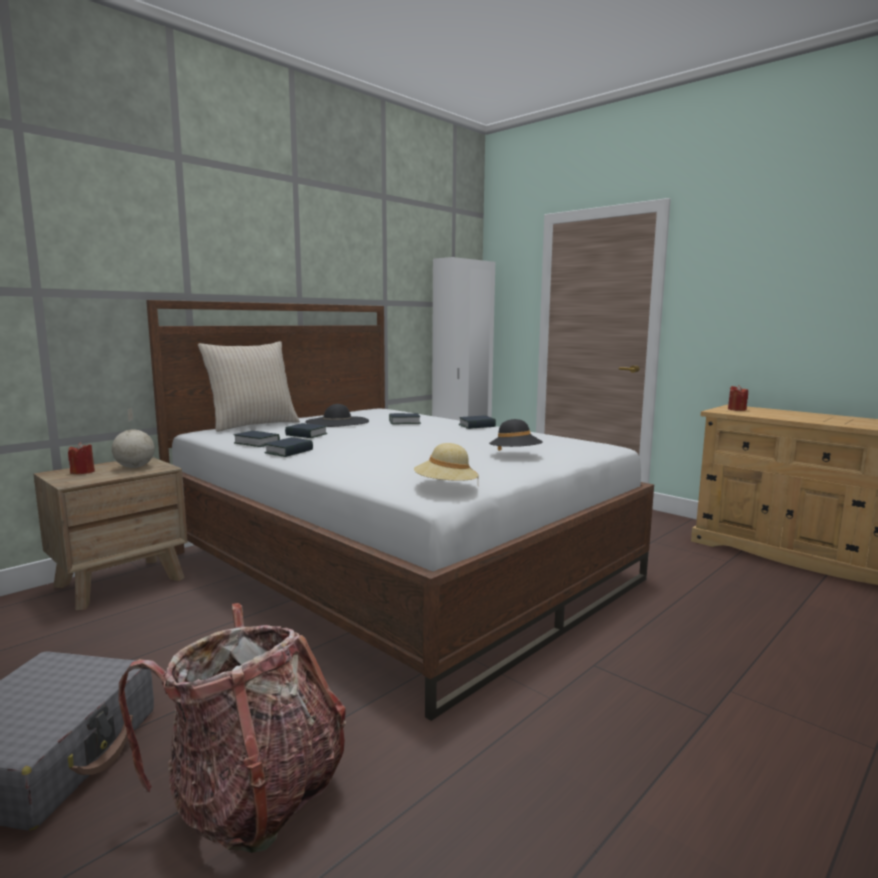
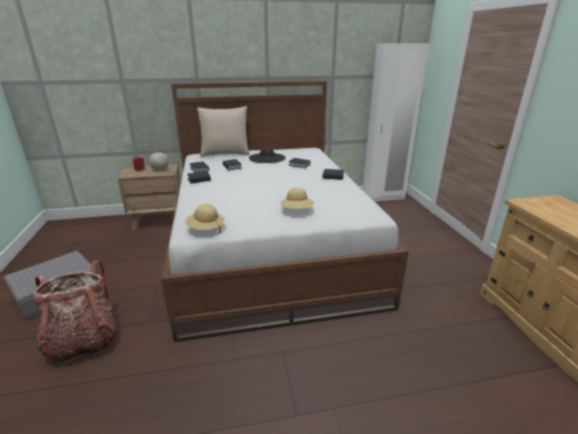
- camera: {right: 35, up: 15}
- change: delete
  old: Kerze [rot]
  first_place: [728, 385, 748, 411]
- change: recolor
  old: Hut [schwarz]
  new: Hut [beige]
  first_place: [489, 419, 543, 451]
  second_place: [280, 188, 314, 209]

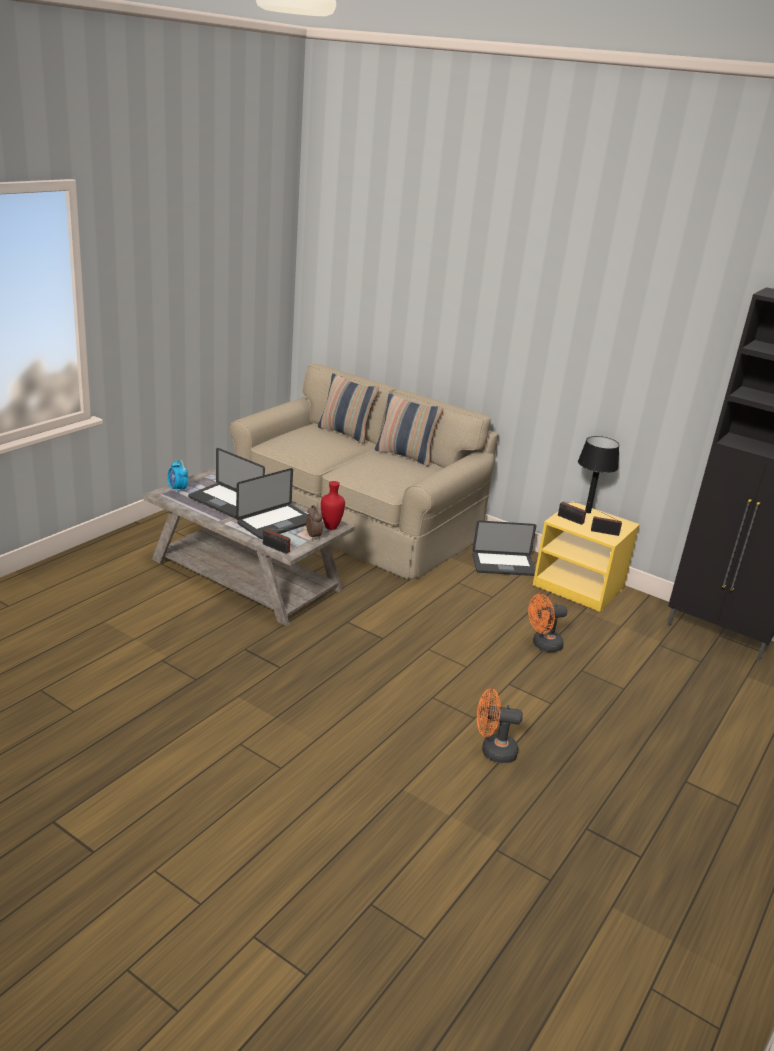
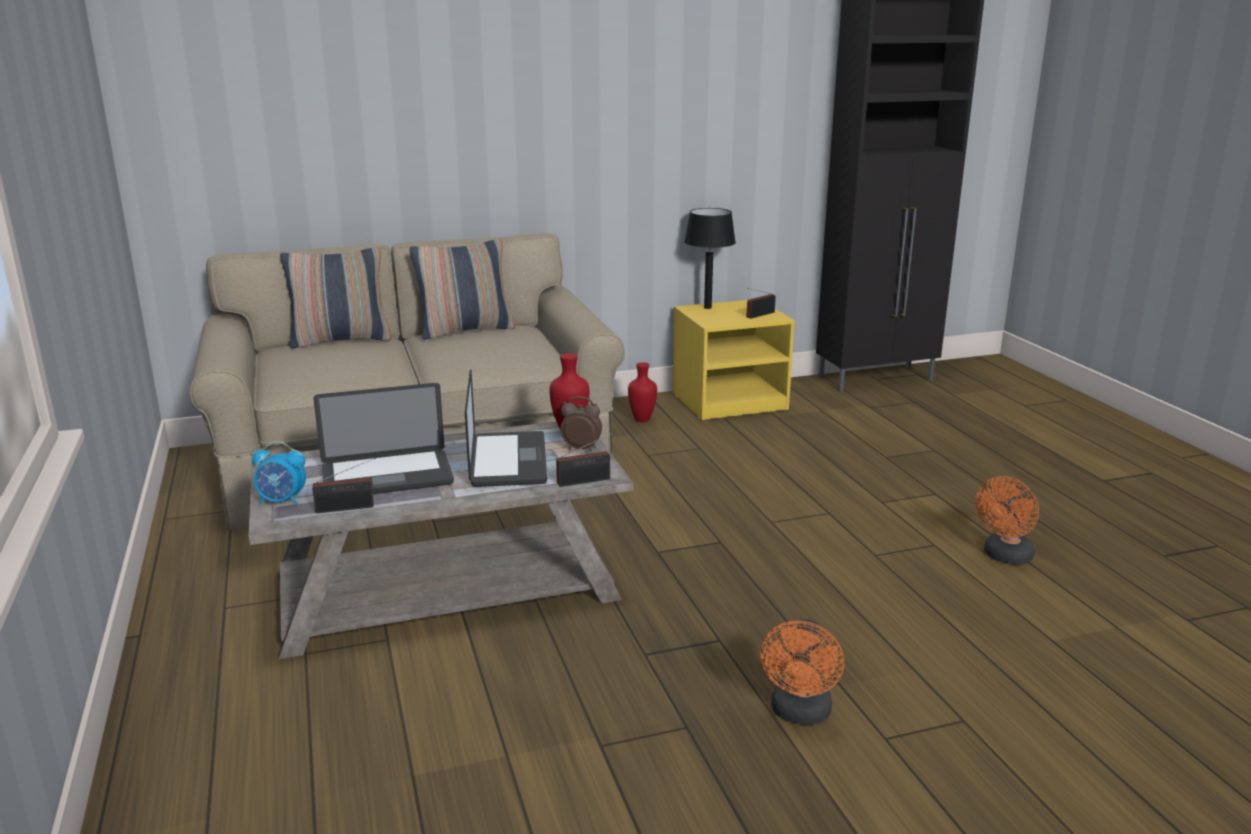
- camera: {right: -50, up: -5}
- change: move
  old: Ventilator [orange]
  first_place: [528, 594, 568, 652]
  second_place: [760, 619, 844, 724]
- change: move
  old: Radio
  first_place: [558, 502, 586, 525]
  second_place: [312, 458, 376, 513]
- change: replace
  old: Laptop
  new: Vase [rot]
  first_place: [472, 520, 537, 576]
  second_place: [628, 362, 657, 422]

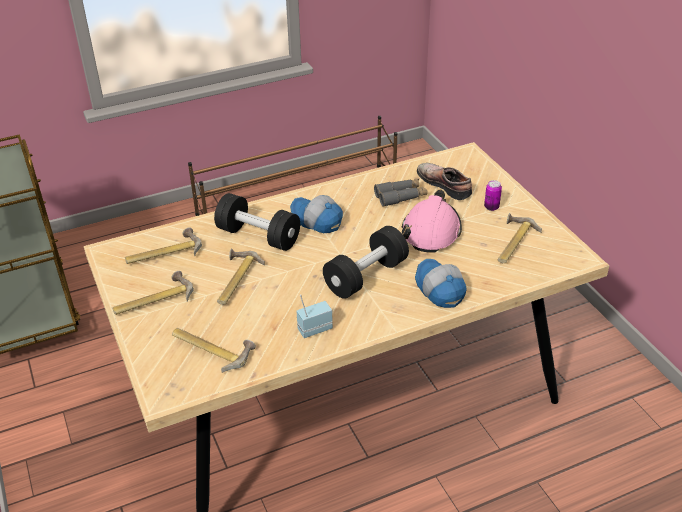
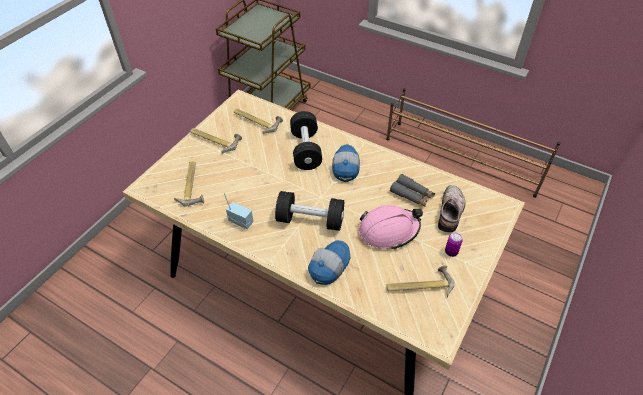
- camera: {right: 55, up: 10}
- change: delete
  old: Hammer
  first_place: [217, 248, 265, 305]

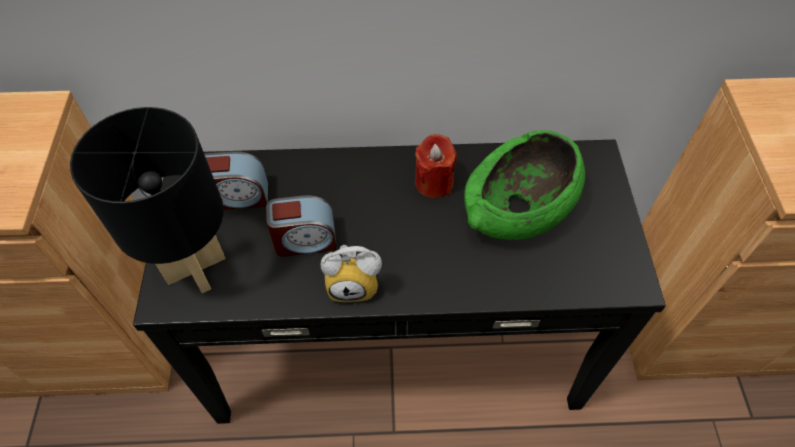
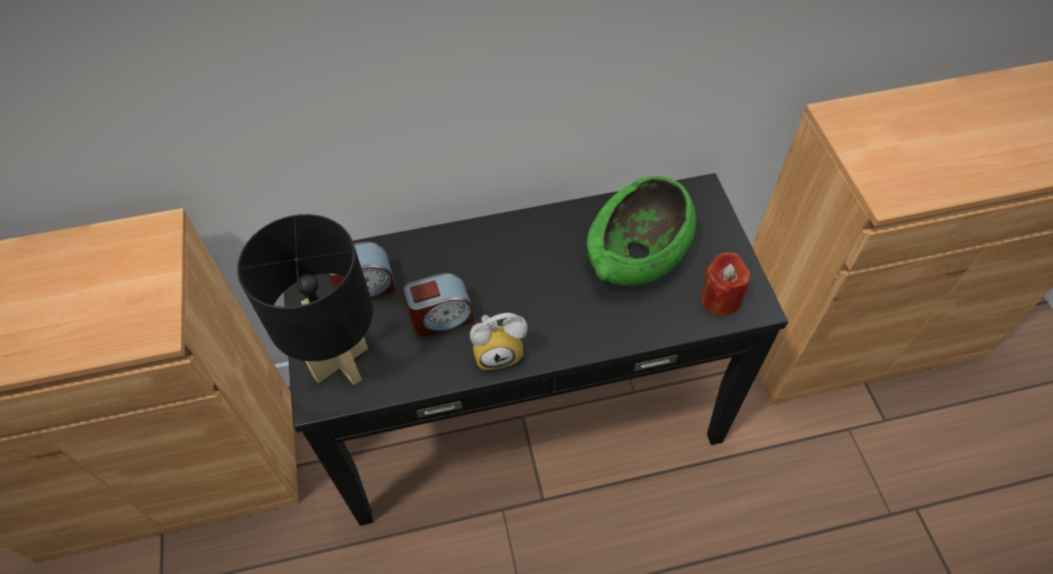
- camera: {right: -10, up: 0}
- change: move
  old: Kerze [rot]
  first_place: [415, 134, 457, 198]
  second_place: [700, 252, 750, 316]

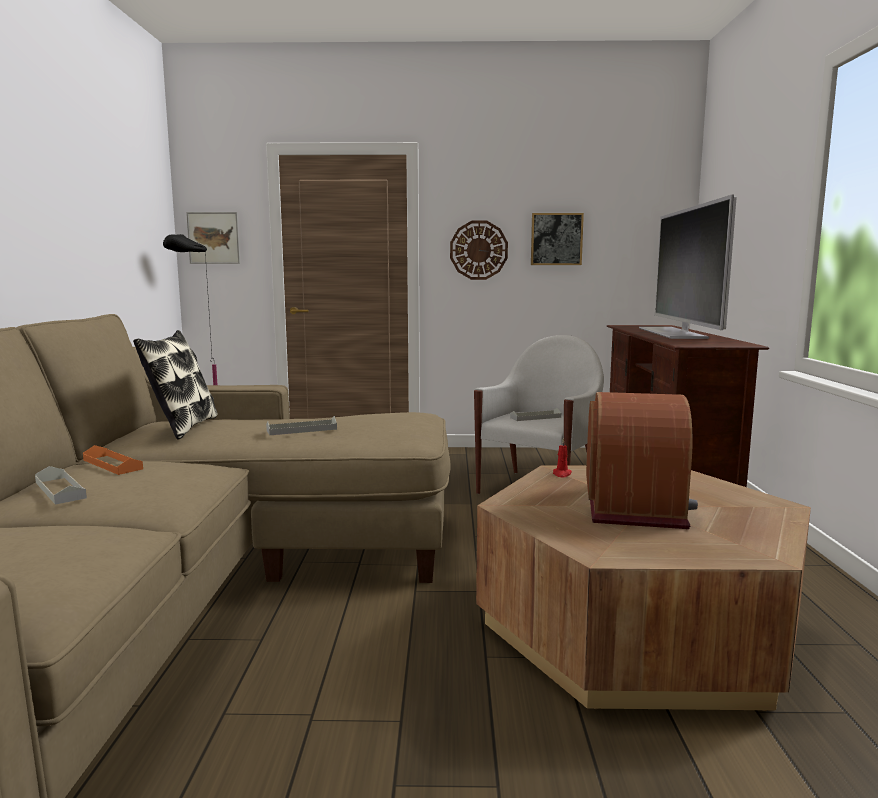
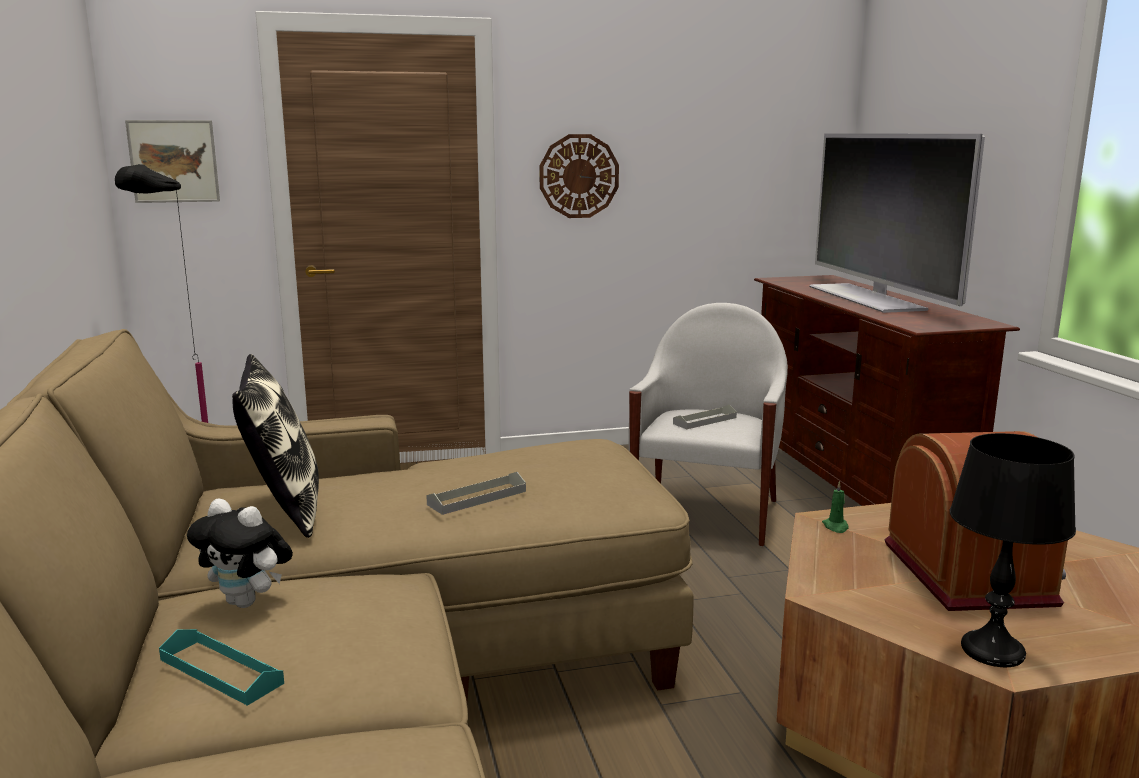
- camera: {right: -15, up: 5}
- change: delete
  old: Bild
  first_place: [531, 213, 584, 265]
- change: insert
  new: Tischlampe [schwarz]
  second_place: [950, 433, 1076, 667]
- change: replace
  old: Tablett [orange]
  new: Plüschtier
  first_place: [83, 445, 143, 475]
  second_place: [187, 498, 293, 608]
- change: recolor
  old: Tablett [grau]
  new: Tablett [türkis]
  first_place: [35, 466, 87, 504]
  second_place: [159, 629, 284, 706]
- change: recolor
  old: Kerze [rot]
  new: Kerze [grün]
  first_place: [553, 438, 572, 477]
  second_place: [822, 481, 849, 533]

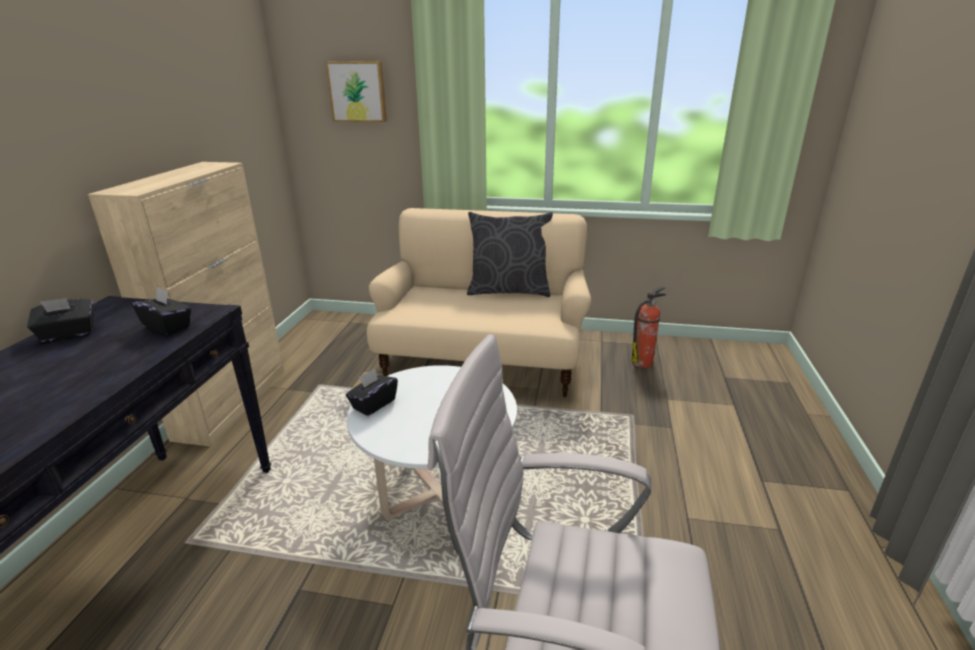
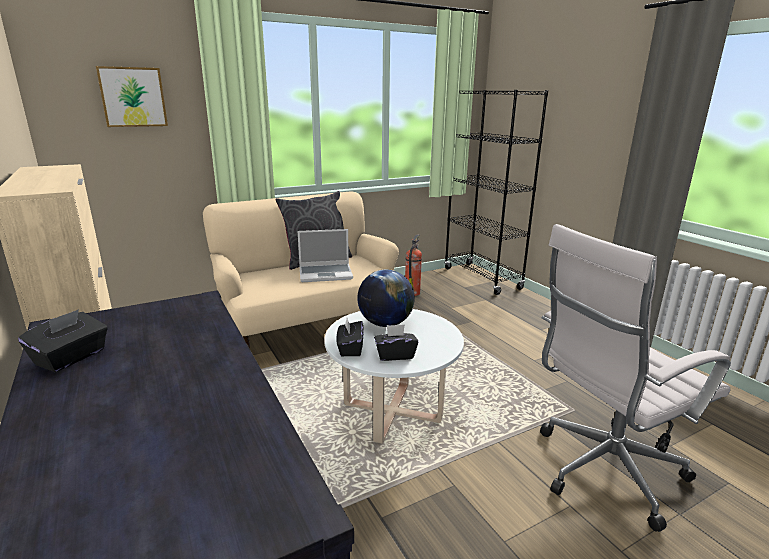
- camera: {right: -40, up: -5}
- change: insert
  new: Laptop
  second_place: [298, 229, 353, 282]
- change: insert
  new: Globus
  second_place: [357, 269, 415, 327]
- change: insert
  new: Bücherregal [schwarz]
  second_place: [444, 90, 548, 295]
- change: move
  old: Taschentuchbox [schwarz]
  first_place: [132, 287, 191, 335]
  second_place: [374, 325, 418, 361]

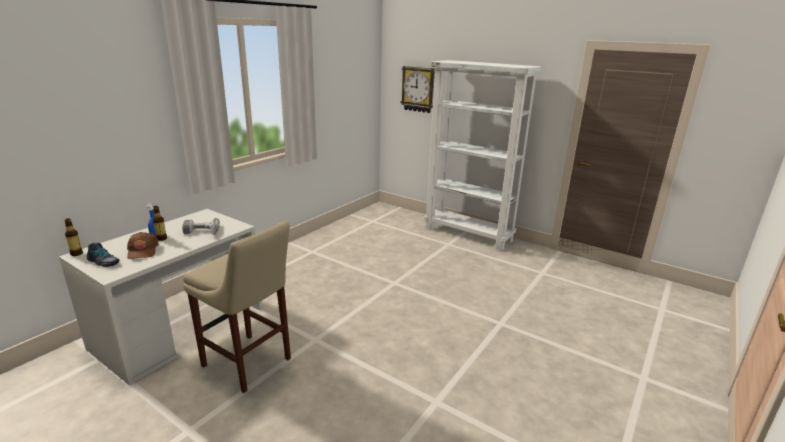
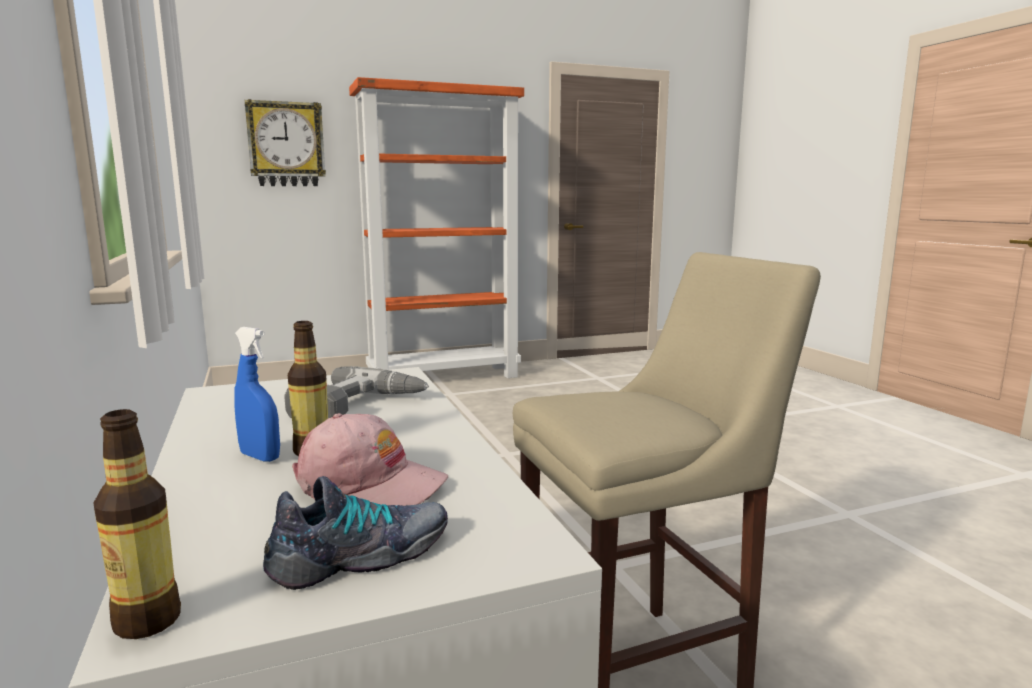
- camera: {right: -55, up: -10}
- change: recolor
  old: Kappe [braun]
  new: Kappe [rosa]
  first_place: [127, 232, 159, 259]
  second_place: [292, 413, 448, 506]
- change: recolor
  old: Bücherregal [weiß]
  new: Bücherregal [orange]
  first_place: [424, 60, 542, 251]
  second_place: [349, 77, 524, 378]

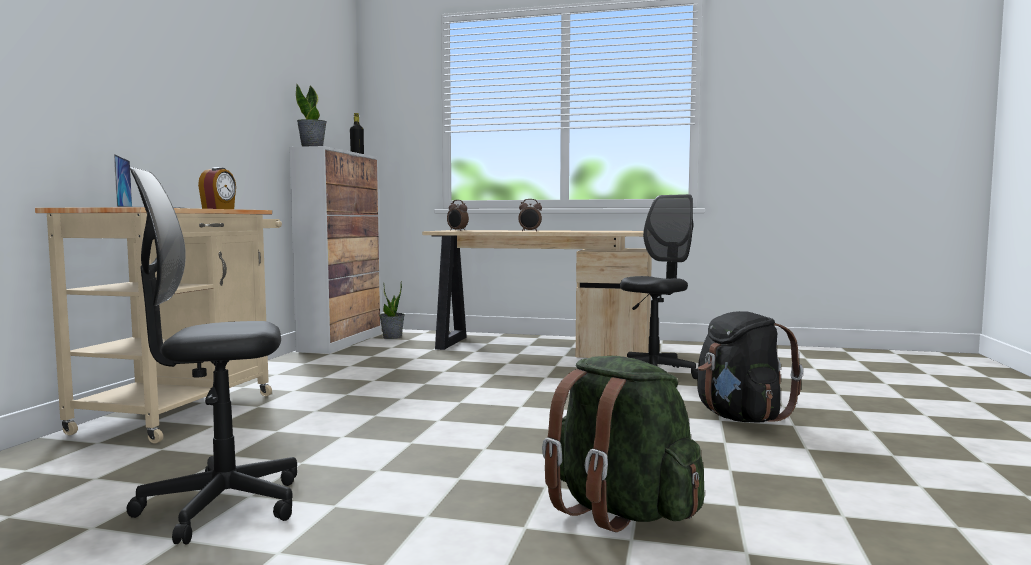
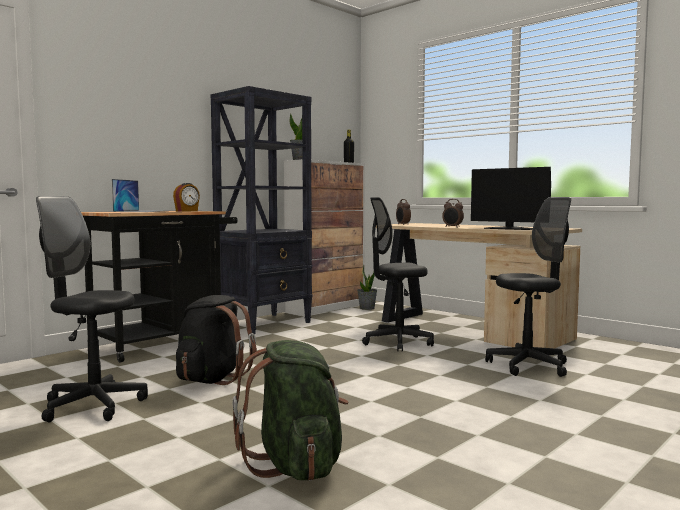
- camera: {right: 30, up: 0}
- change: insert
  new: Bücherregal [schwarz]
  second_place: [211, 86, 312, 334]
- change: insert
  new: Bürostuhl [schwarz]
  second_place: [362, 197, 434, 352]
- change: insert
  new: Monitor
  second_place: [471, 167, 551, 230]
- change: move
  old: Rucksack [schwarz]
  first_place: [697, 311, 803, 423]
  second_place: [176, 295, 257, 385]
- change: recolor
  old: Rollwagen [beige]
  new: Rollwagen [schwarz]
  first_place: [35, 207, 282, 444]
  second_place: [81, 211, 238, 362]

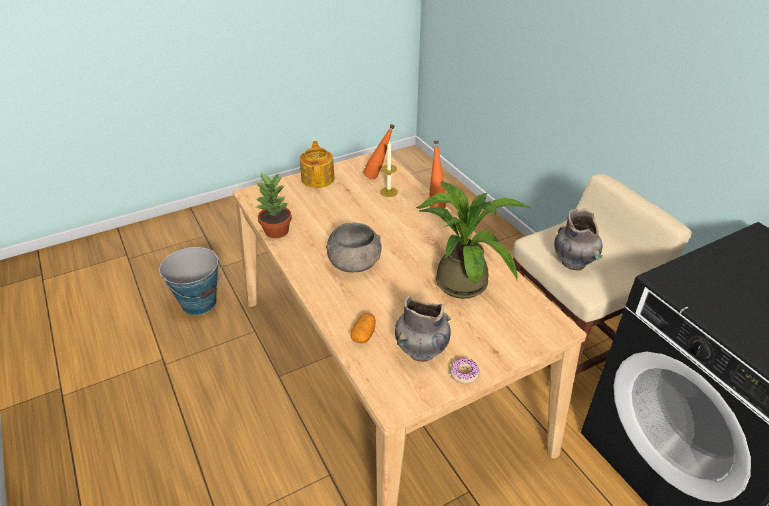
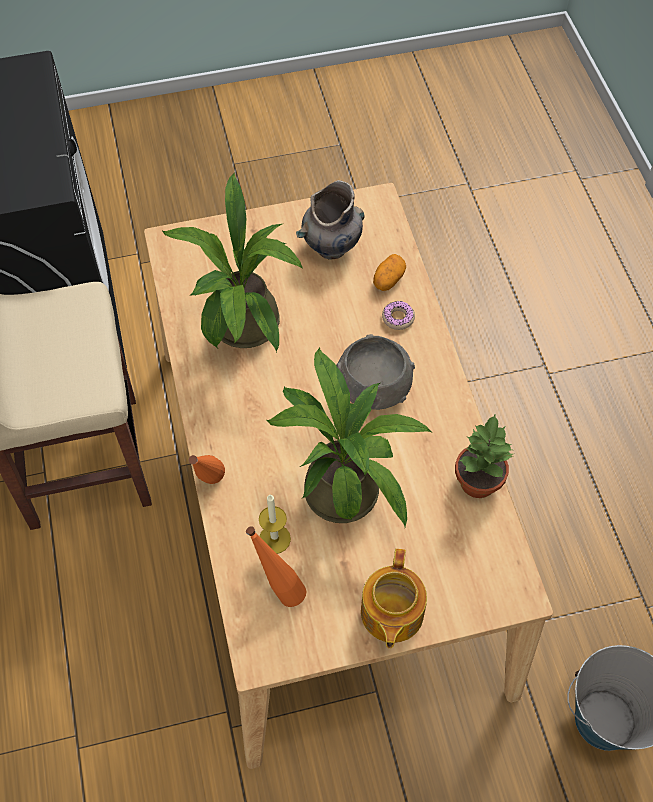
- camera: {right: -165, up: 20}
- change: delete
  old: Vase [grau]
  first_place: [554, 208, 602, 270]
- change: insert
  new: Topfpflanze
  second_place: [266, 348, 432, 527]
- change: move
  old: Donut
  first_place: [450, 357, 480, 384]
  second_place: [382, 301, 415, 330]

